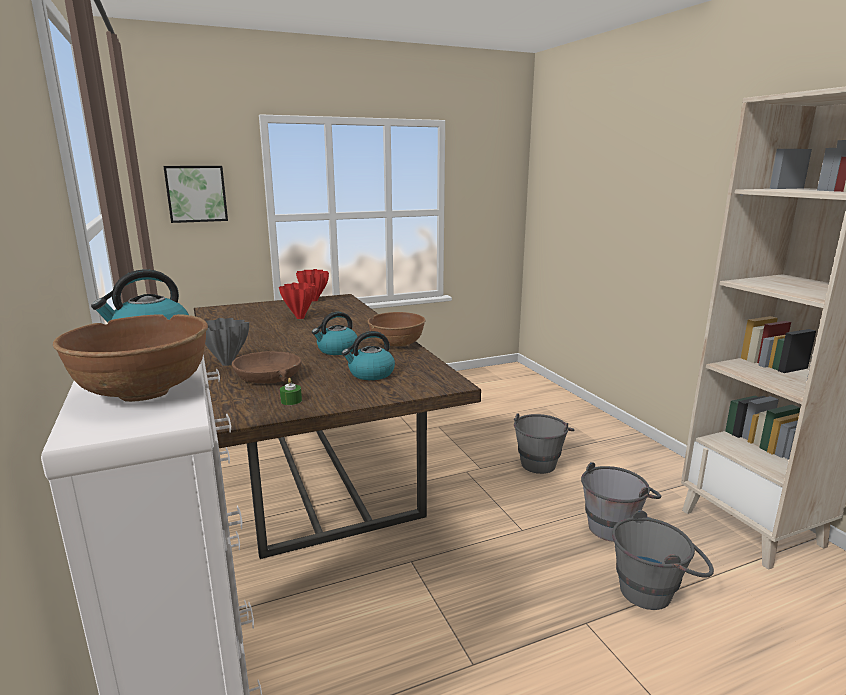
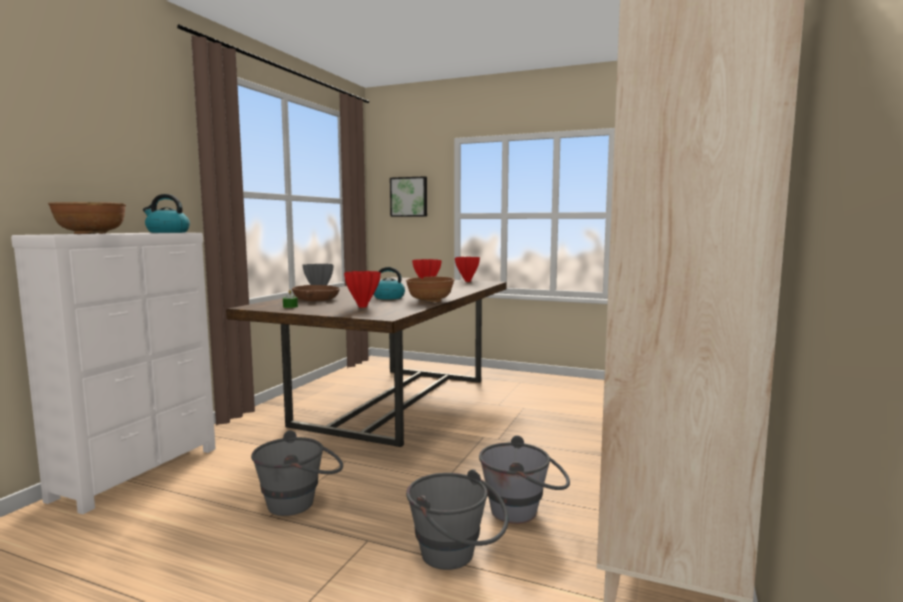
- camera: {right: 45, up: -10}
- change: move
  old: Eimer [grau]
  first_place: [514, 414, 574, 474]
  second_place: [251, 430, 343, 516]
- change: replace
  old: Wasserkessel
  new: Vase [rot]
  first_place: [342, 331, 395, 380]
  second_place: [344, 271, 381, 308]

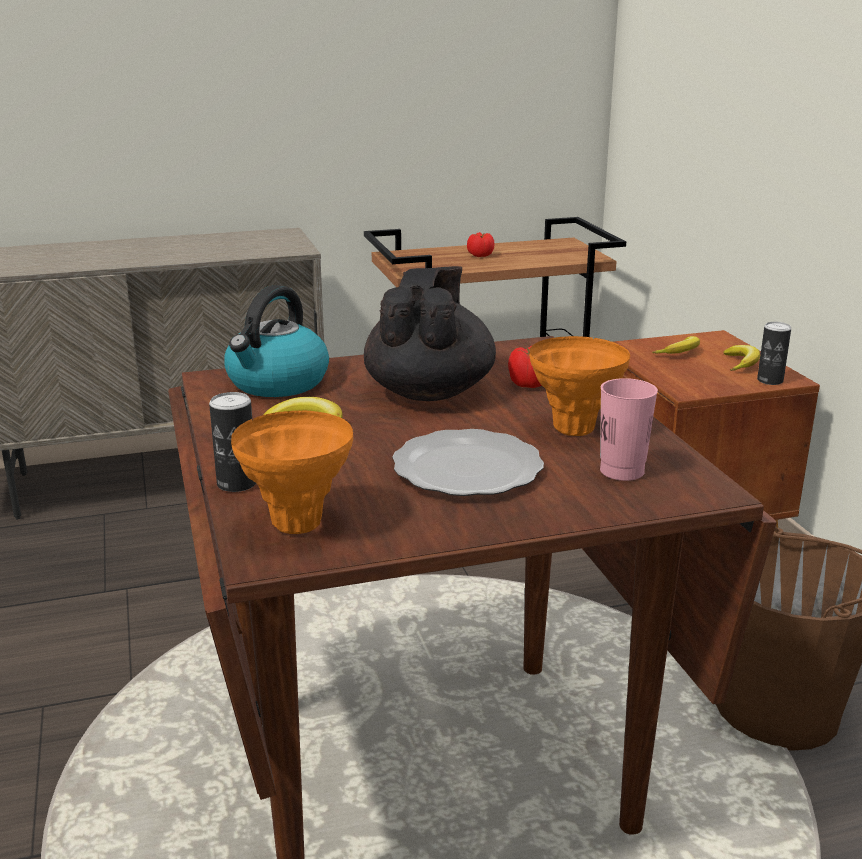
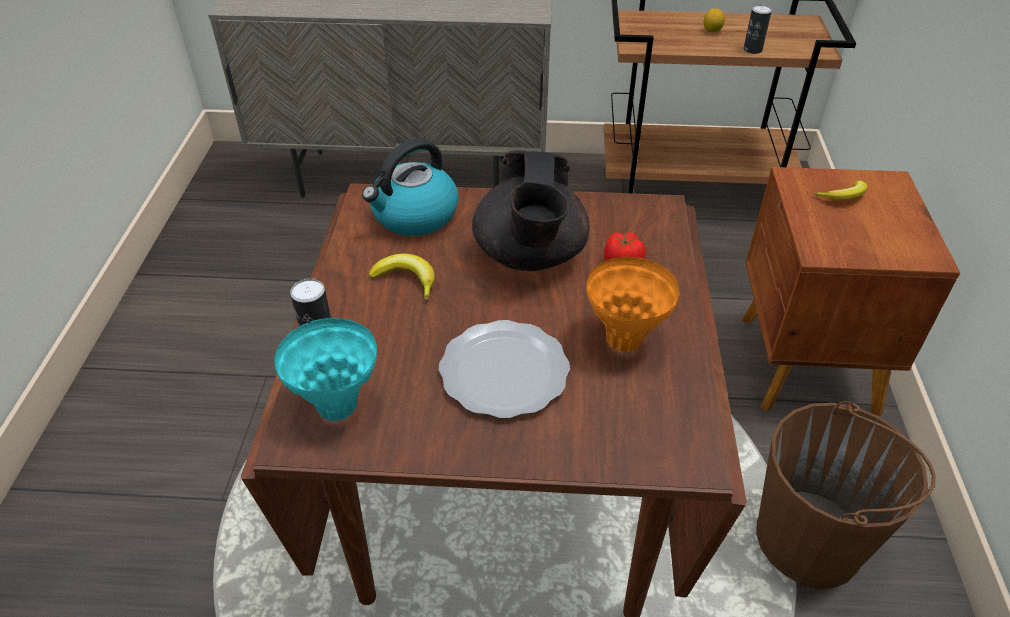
- camera: {right: 20, up: 20}
- change: delete
  old: Tasse [rosa]
  first_place: [600, 378, 658, 481]
- change: delete
  old: Banane
  first_place: [723, 345, 760, 371]
- change: move
  old: Dose
  first_place: [757, 322, 791, 385]
  second_place: [744, 4, 772, 54]
- change: replace
  old: Tomate
  new: Zitrone
  first_place: [467, 232, 495, 257]
  second_place: [704, 8, 725, 32]
- change: recolor
  old: Vase [orange]
  new: Vase [türkis]
  first_place: [231, 411, 353, 534]
  second_place: [274, 318, 377, 421]
- change: rotate
  old: Teekanne [schwarz]
  first_place: [364, 266, 496, 401]
  second_place: [472, 150, 590, 271]
  degrees: 150

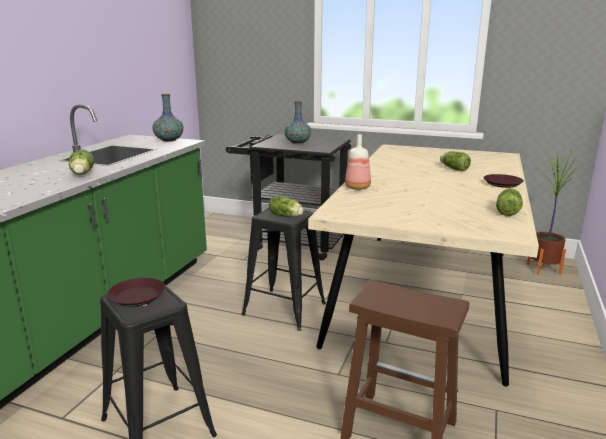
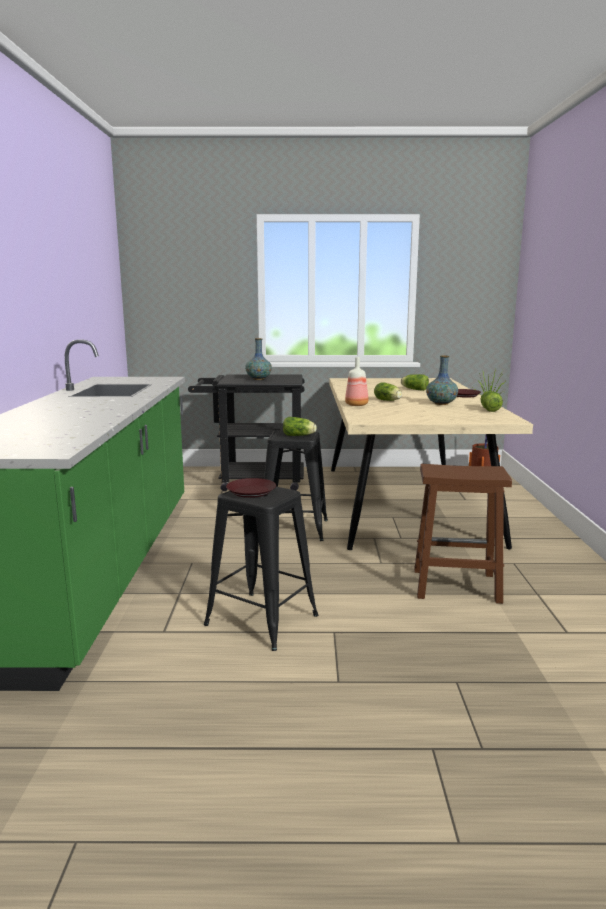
- camera: {right: -20, up: -5}
- change: move
  old: Salatkopf
  first_place: [69, 150, 94, 175]
  second_place: [374, 382, 402, 401]
- change: move
  old: Vase
  first_place: [152, 94, 183, 142]
  second_place: [426, 355, 458, 405]

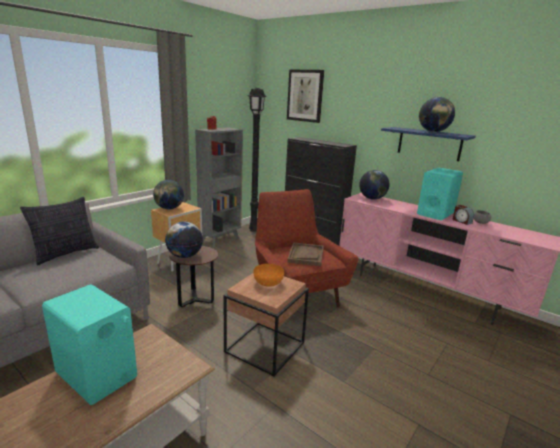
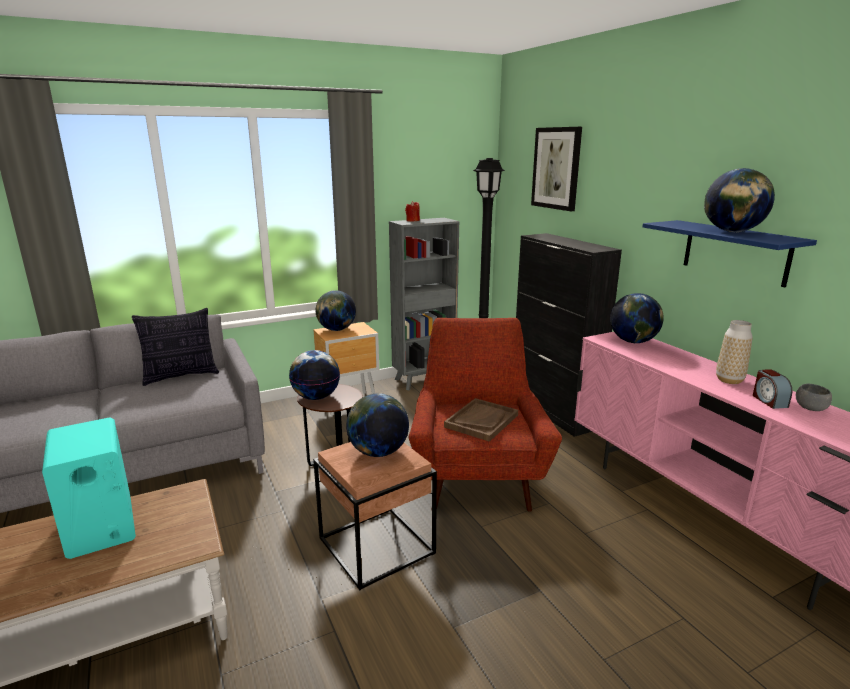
- camera: {right: 25, up: 0}
- change: replace
  old: Schüssel [orange]
  new: Globus
  first_place: [253, 264, 284, 287]
  second_place: [346, 393, 409, 457]
- change: replace
  old: Lautsprecher [türkis]
  new: Vase
  first_place: [417, 168, 463, 220]
  second_place: [716, 320, 753, 384]

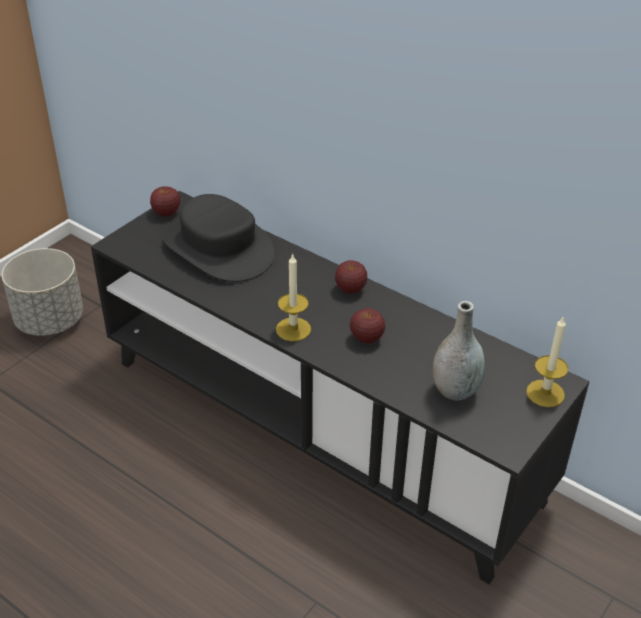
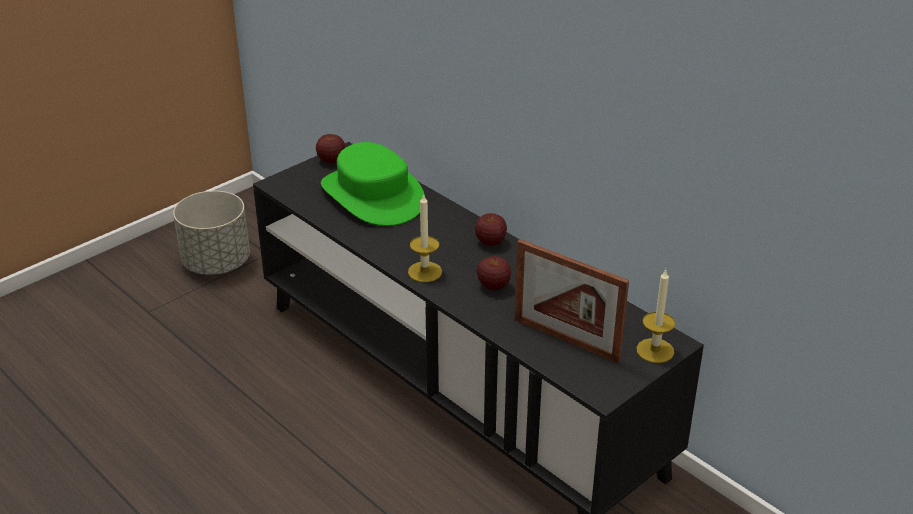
- camera: {right: 10, up: -5}
- change: replace
  old: Vase [grau]
  new: Bilderrahmen
  first_place: [433, 301, 485, 401]
  second_place: [514, 239, 629, 363]
- change: recolor
  old: Hut [schwarz]
  new: Hut [grün]
  first_place: [163, 194, 274, 282]
  second_place: [321, 142, 425, 226]

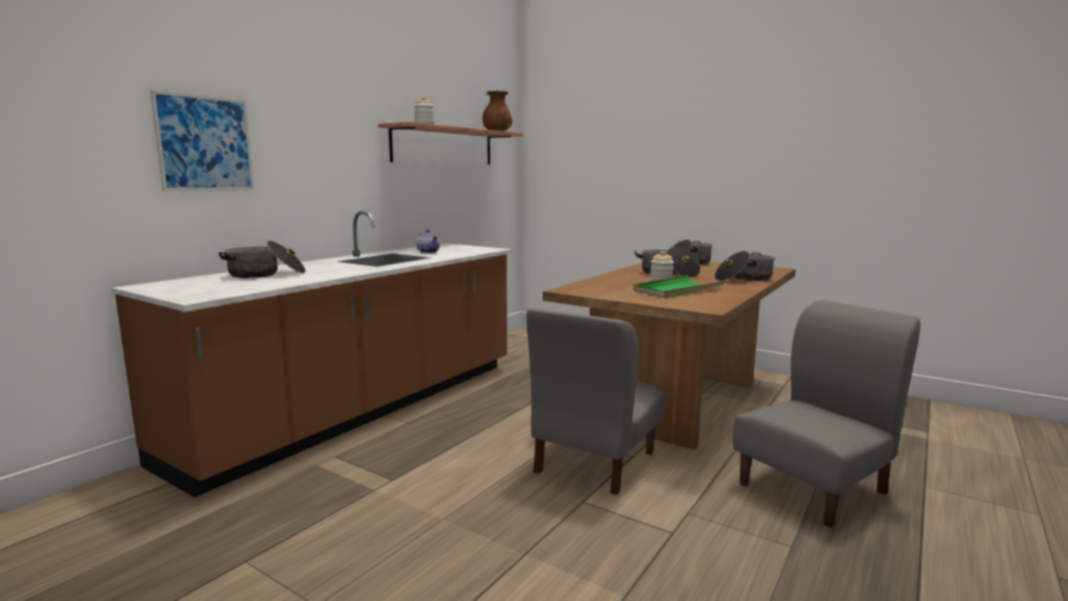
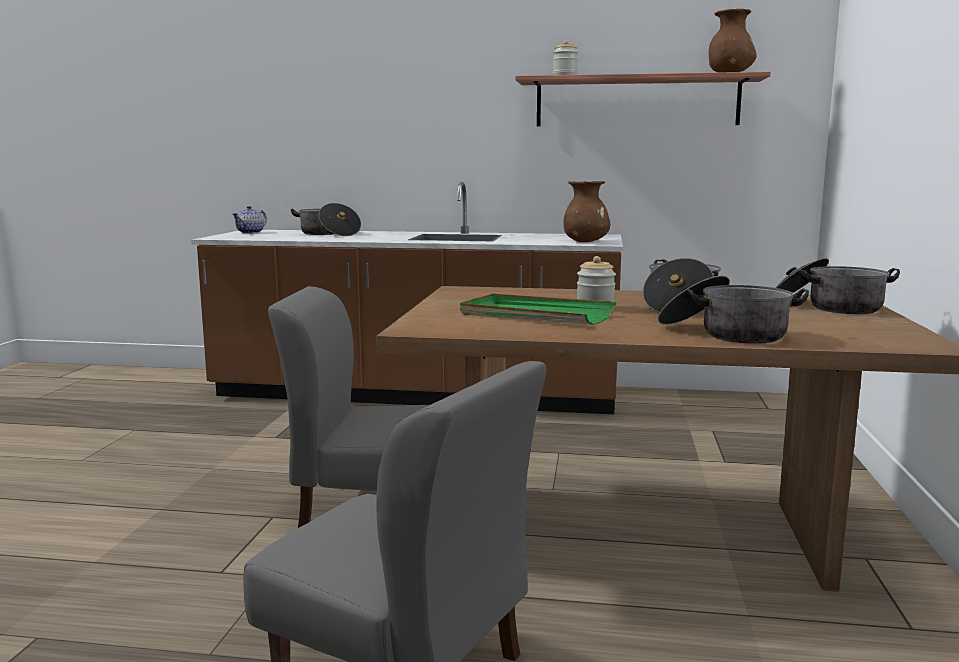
- camera: {right: 65, up: 0}
- change: delete
  old: Bild
  first_place: [150, 90, 254, 192]
- change: insert
  new: Vase [braun]
  second_place: [563, 181, 610, 242]
- change: move
  old: Teekanne
  first_place: [416, 229, 440, 253]
  second_place: [232, 206, 267, 234]

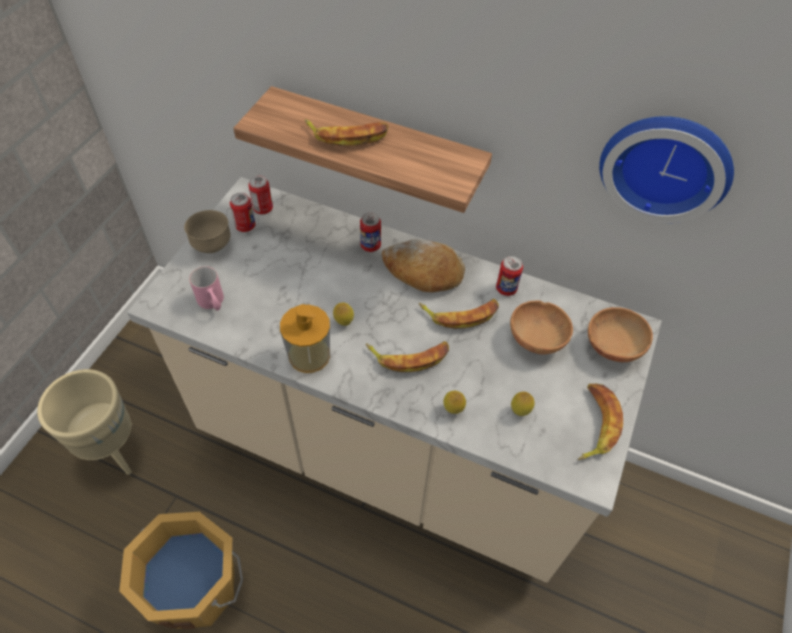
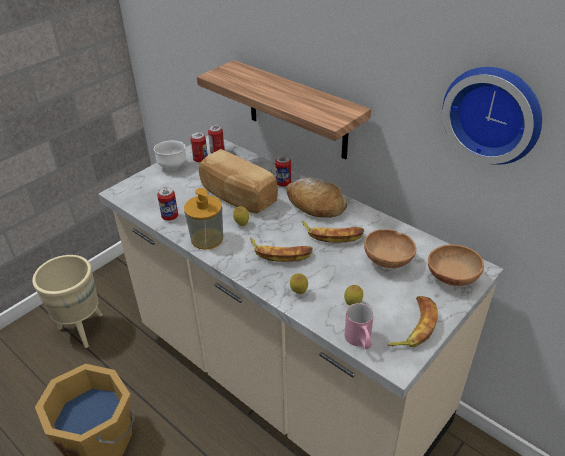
- camera: {right: 20, up: -15}
- change: delete
  old: Banane
  first_place: [305, 119, 389, 146]
- change: insert
  new: Brot
  second_place: [199, 149, 278, 214]
- change: move
  old: Henkelbecher [rosa]
  first_place: [189, 266, 224, 311]
  second_place: [344, 303, 374, 349]
- change: move
  old: Dose
  first_place: [496, 256, 523, 296]
  second_place: [157, 187, 178, 221]
- change: recolor
  old: Schüssel [braun]
  new: Schüssel [weiß]
  first_place: [184, 210, 231, 253]
  second_place: [154, 141, 186, 170]

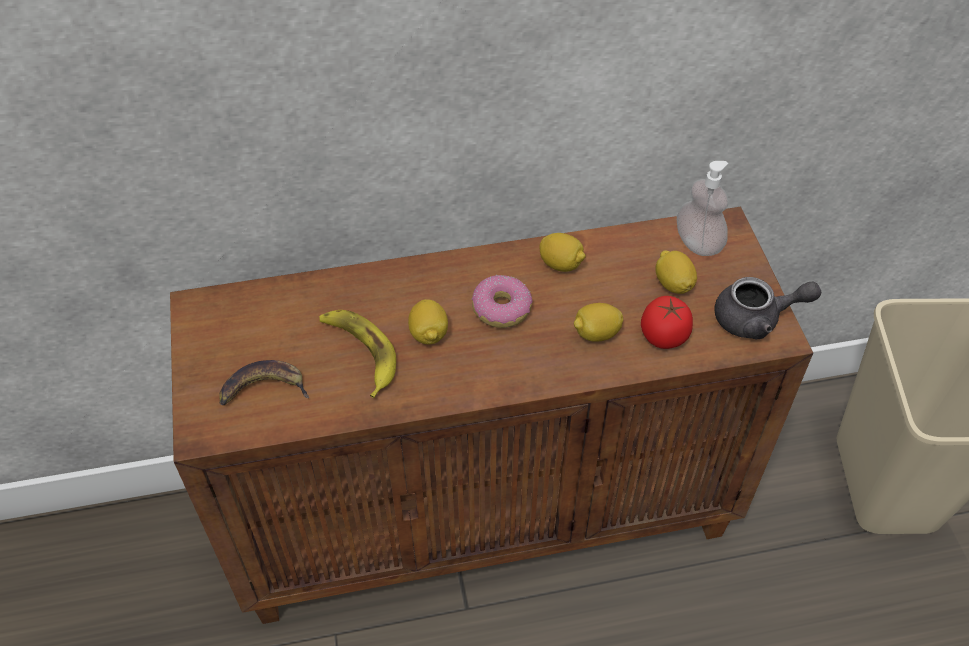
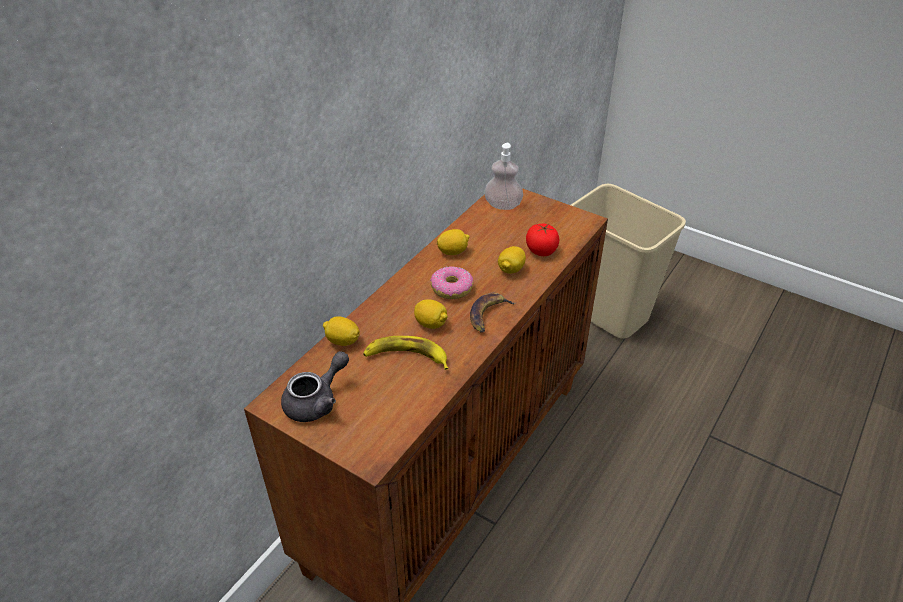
- camera: {right: -45, up: -10}
- change: move
  old: Banane
  first_place: [219, 360, 309, 405]
  second_place: [470, 293, 516, 333]
- change: move
  old: Zitrone
  first_place: [655, 250, 697, 294]
  second_place: [323, 316, 360, 346]
- change: move
  old: Teekanne [grau]
  first_place: [714, 277, 821, 339]
  second_place: [281, 351, 349, 422]

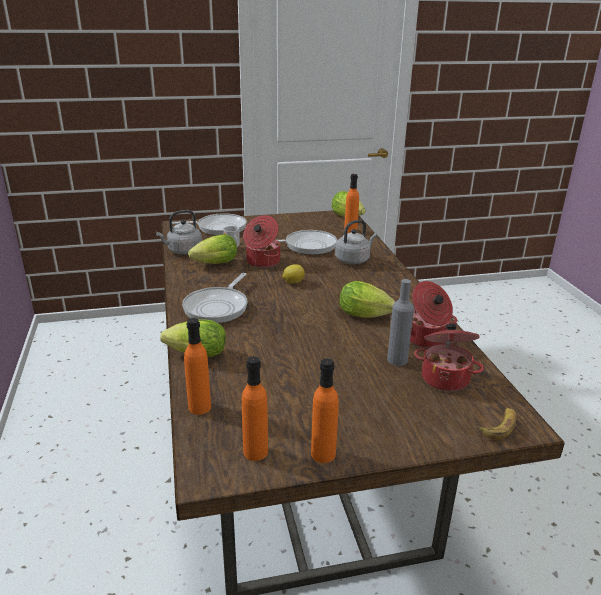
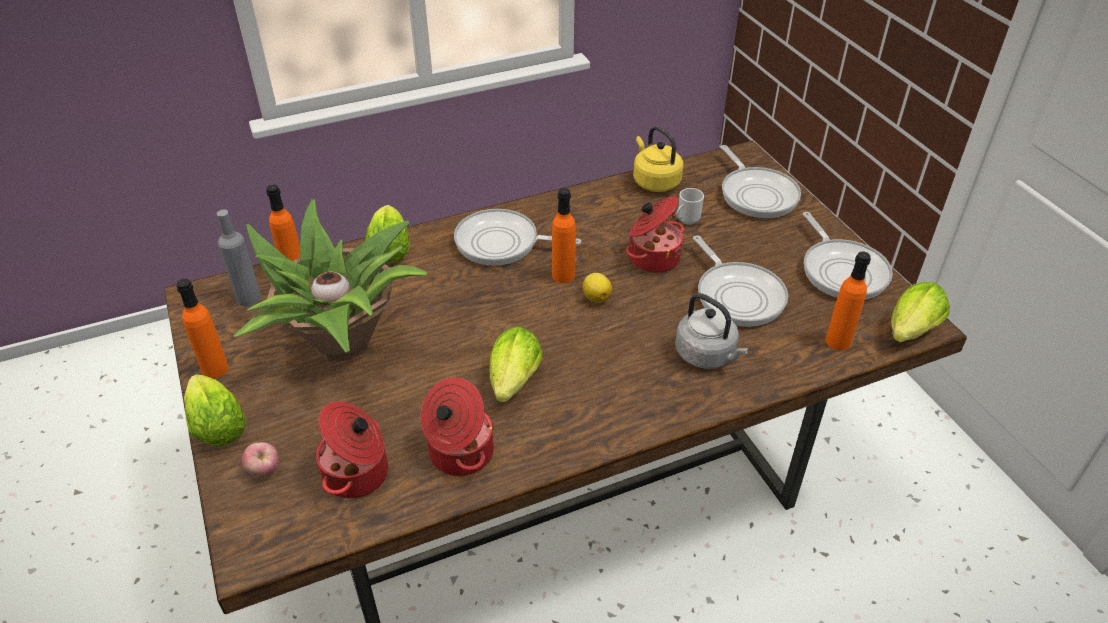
- camera: {right: 80, up: 15}
- change: delete
  old: Banane
  first_place: [477, 408, 516, 440]
- change: insert
  new: Topfpflanze
  second_place: [233, 199, 428, 361]
- change: insert
  new: Apfel
  second_place: [242, 442, 279, 477]
- change: insert
  new: Pfanne
  second_place: [803, 212, 893, 300]
- change: move
  old: Salatkopf
  first_place: [188, 234, 237, 264]
  second_place: [184, 374, 246, 447]
- change: move
  old: Flasche [orange]
  first_place: [242, 356, 268, 461]
  second_place: [552, 188, 576, 283]
- change: move
  old: Flasche [grau]
  first_place: [387, 279, 414, 366]
  second_place: [216, 210, 261, 306]
- change: recolor
  old: Wasserkessel [grau]
  new: Wasserkessel [gelb]
  first_place: [156, 210, 202, 255]
  second_place: [633, 126, 684, 192]

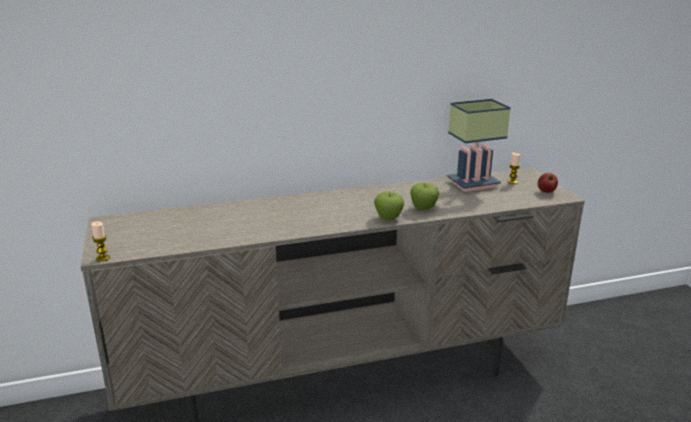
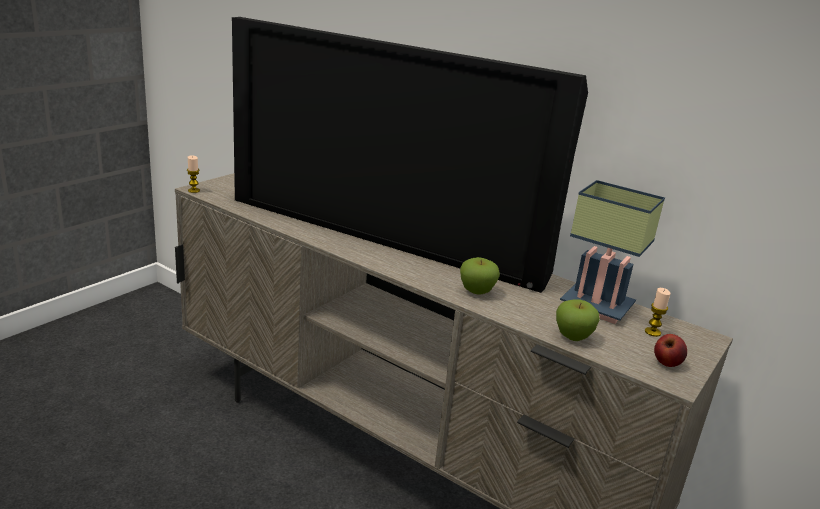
- camera: {right: 50, up: 0}
- change: insert
  new: Fernseher
  second_place: [232, 17, 588, 293]
- change: move
  old: Apfel
  first_place: [374, 192, 404, 220]
  second_place: [556, 299, 600, 341]

